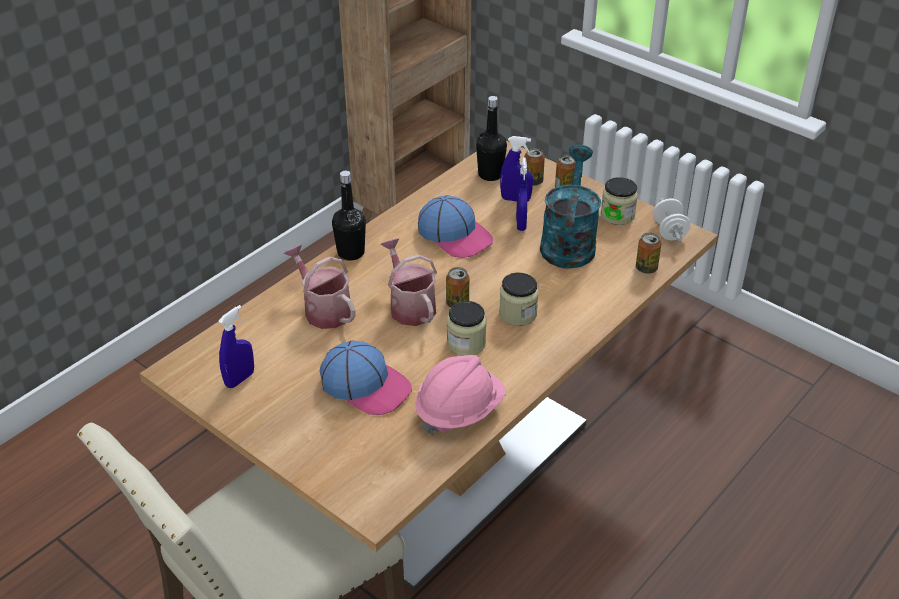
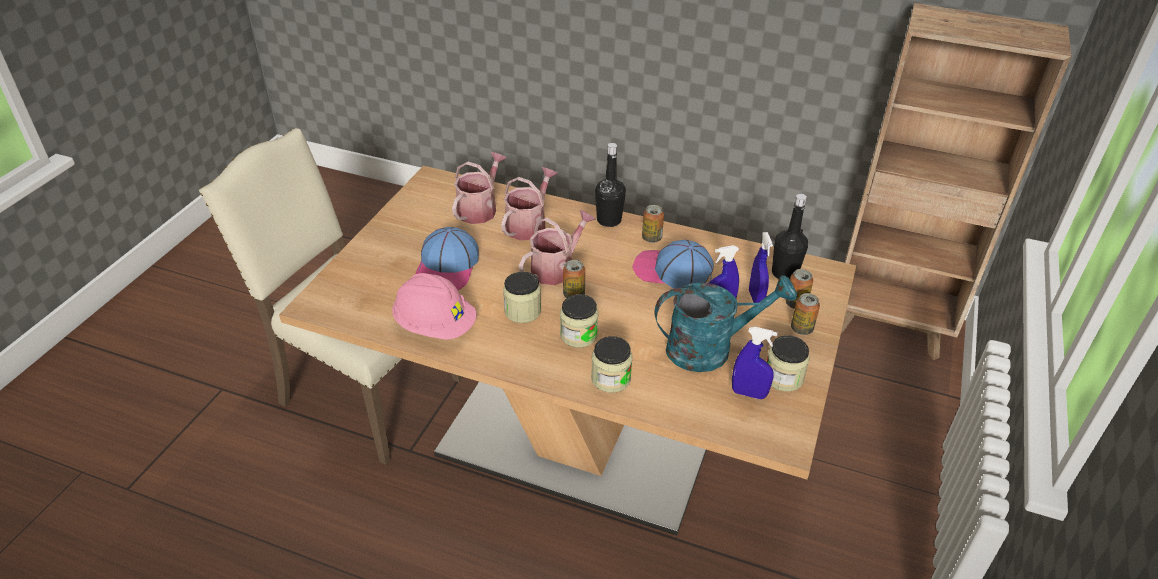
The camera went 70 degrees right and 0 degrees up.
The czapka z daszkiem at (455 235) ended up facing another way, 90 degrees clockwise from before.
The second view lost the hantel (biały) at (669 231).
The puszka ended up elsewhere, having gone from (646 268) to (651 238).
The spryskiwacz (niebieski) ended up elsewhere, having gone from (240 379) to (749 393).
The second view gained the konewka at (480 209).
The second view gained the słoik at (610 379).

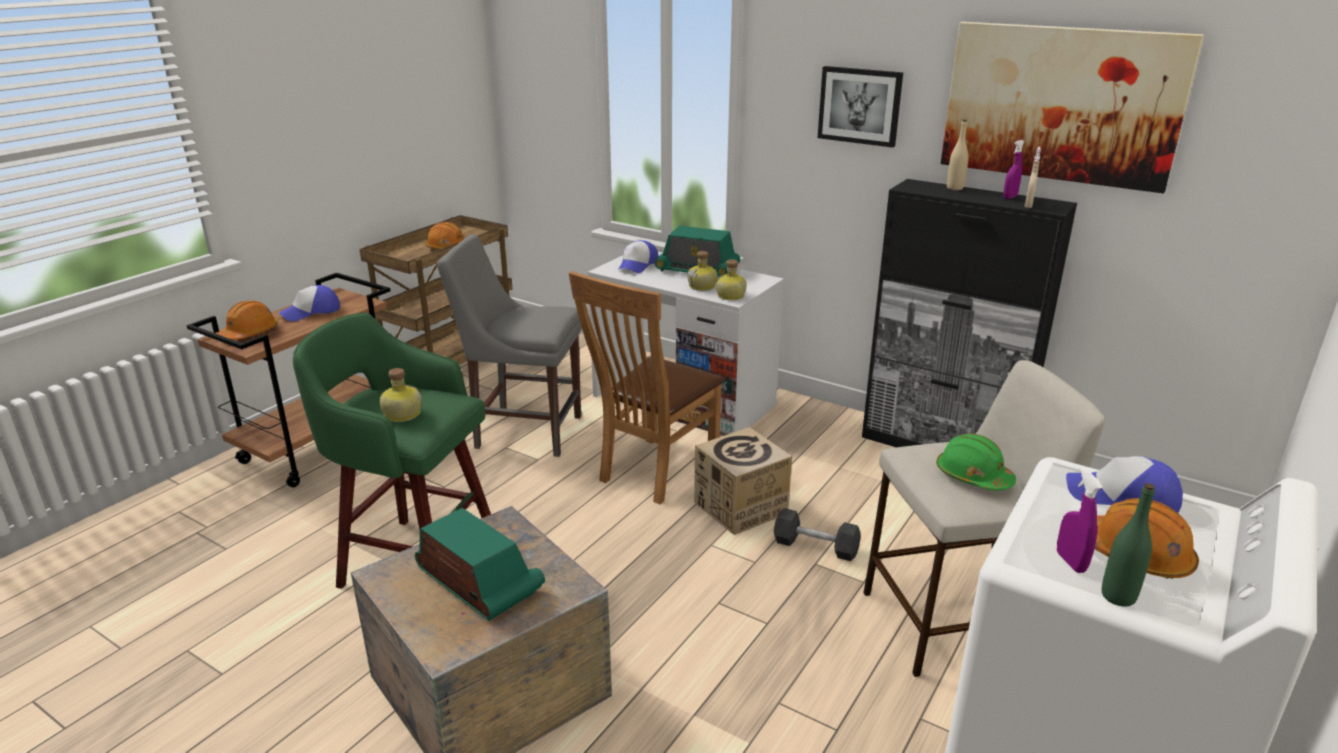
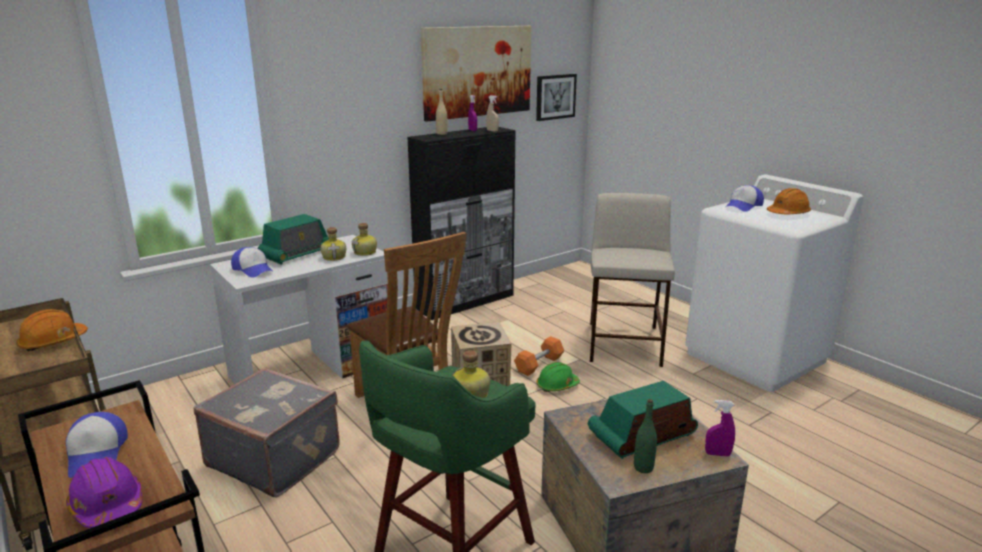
The camera went 70 degrees left and 5 degrees down.
The obraz ended up elsewhere, having gone from (860 105) to (555 97).
Where the krzesło (szary) stood at (523 431), the walizka (szary) came to stand at (275 457).
What was the kask (pomarańczowy) at (250 333) turned into the kask (fioletowy) at (107 506).
The kask (zielony) ended up elsewhere, having gone from (973 477) to (557 386).
The spryskiwacz (fioletowy) ended up elsewhere, having gone from (1070 562) to (717 454).
The butelka (zielony) ended up elsewhere, having gone from (1118 596) to (643 468).
What was the hantel (czarny) at (815 546) turned into the hantel (pomarańczowy) at (539 364).

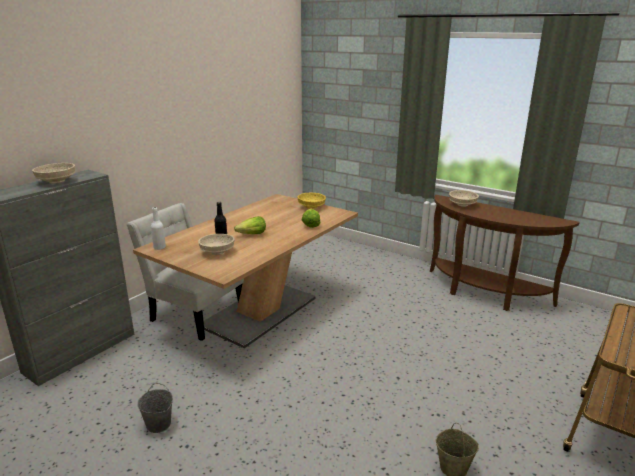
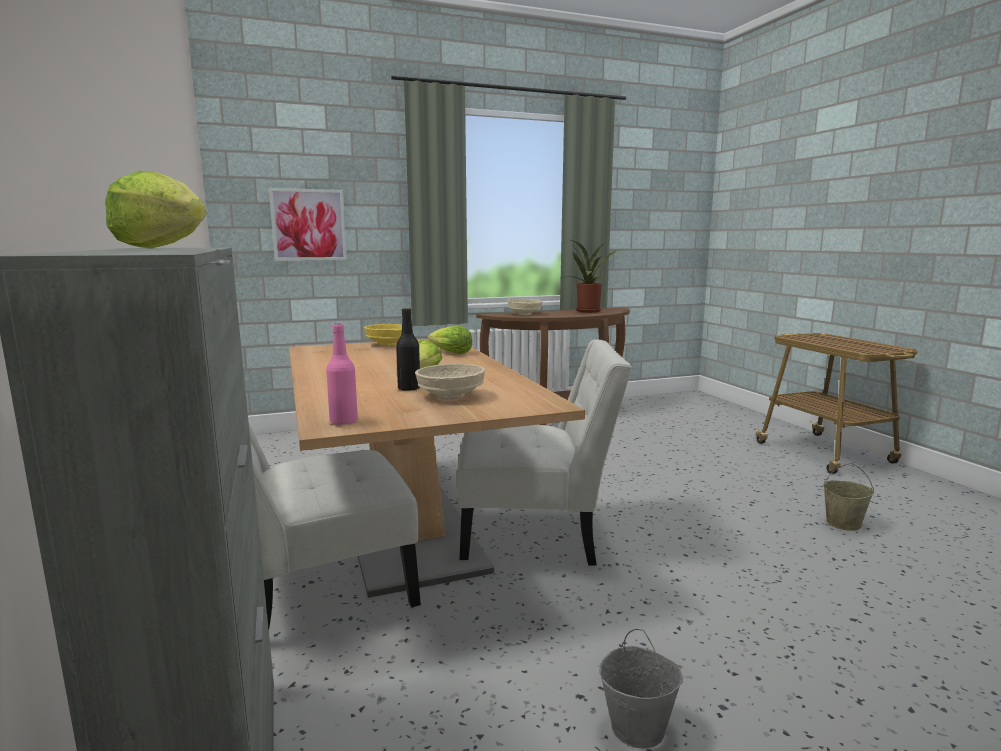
The camera went 55 degrees left and 10 degrees down.
Where the miska (beżowy) stood at (57 181), the sałata came to stand at (162 248).
What was the butelka (biały) at (159 247) turned into the butelka (różowy) at (343 421).
The second view gained the obraz at (308 225).
The second view gained the roślina doniczkowa at (589 311).
The second view gained the krzesło (biały) at (536 535).

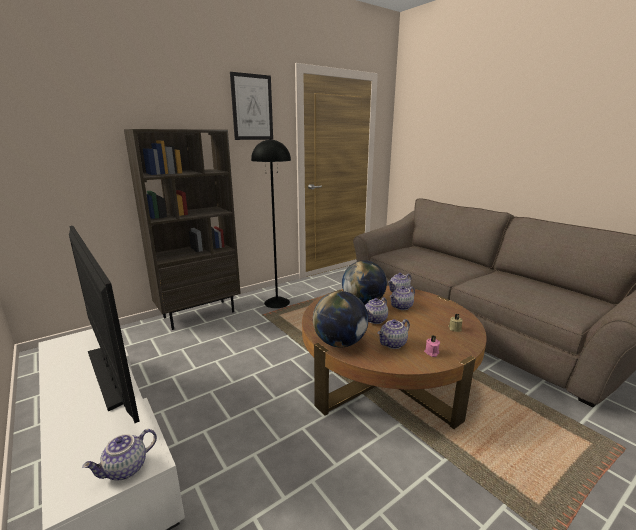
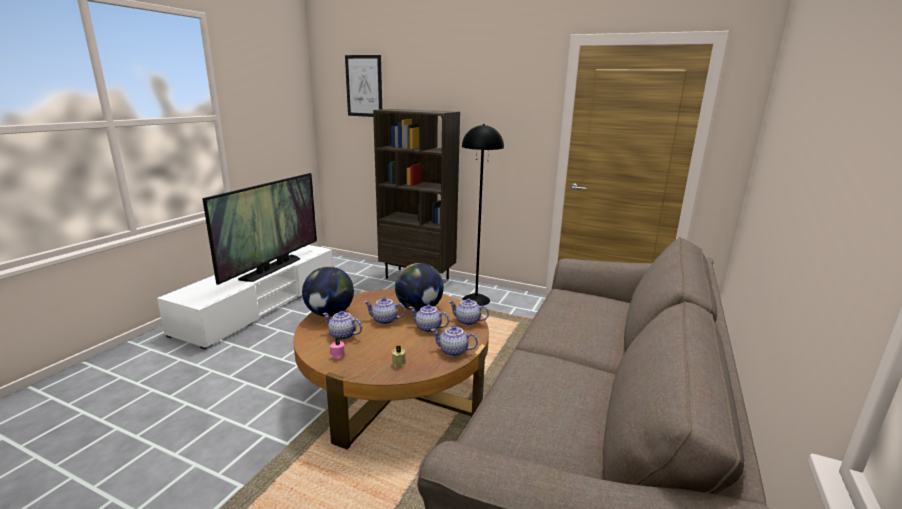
The camera went 60 degrees right and 0 degrees up.
The obraz ended up elsewhere, having gone from (252 107) to (364 86).
The imbryk ended up elsewhere, having gone from (126 469) to (453 351).

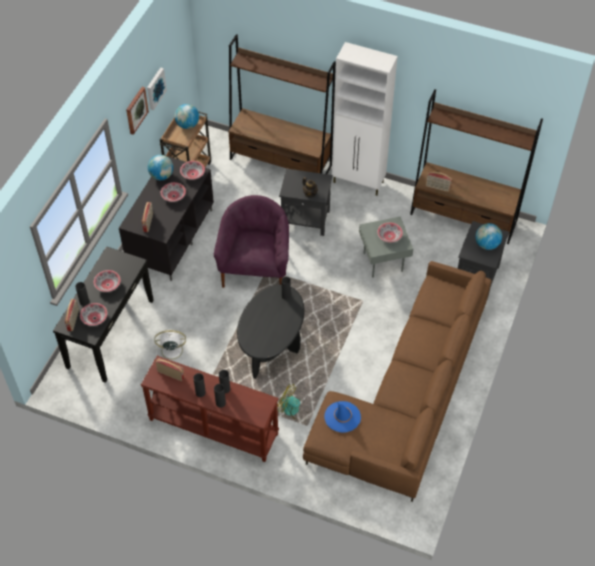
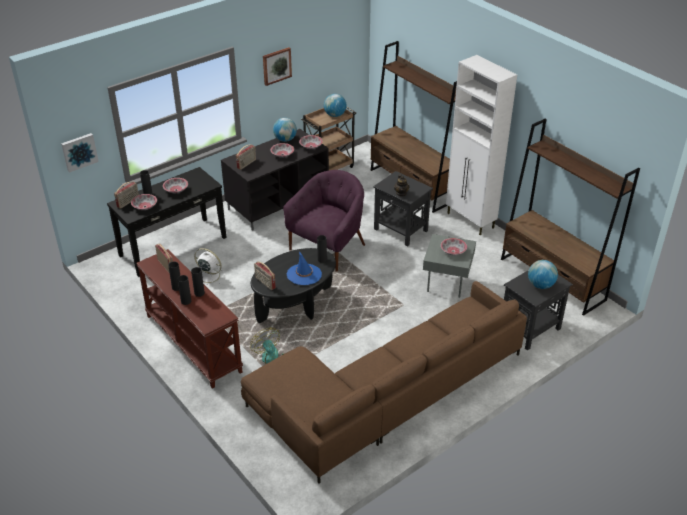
The camera went 30 degrees right and 15 degrees down.
The obraz ended up elsewhere, having gone from (155 88) to (79 152).
The radio ended up elsewhere, having gone from (437 187) to (265 283).
The kapelusz (niebieski) ended up elsewhere, having gone from (342 417) to (304 274).

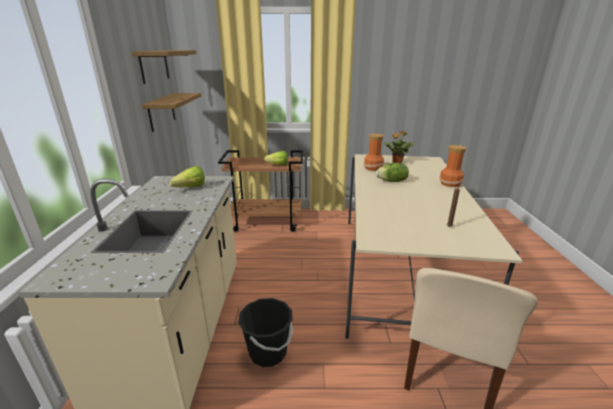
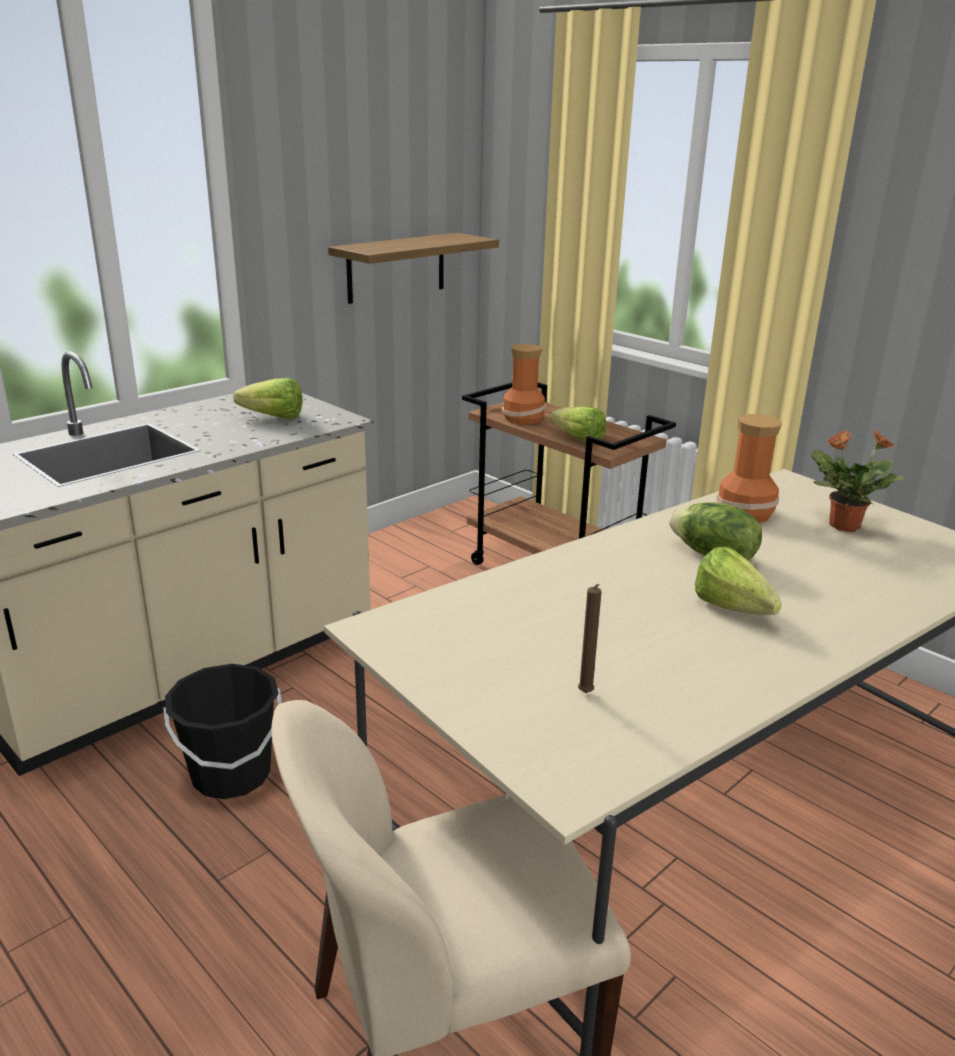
The camera went 45 degrees right and 0 degrees up.
The second view lost the półka at (154 66).
The wazon ended up elsewhere, having gone from (450 183) to (524 419).
The second view gained the sałata at (736 612).

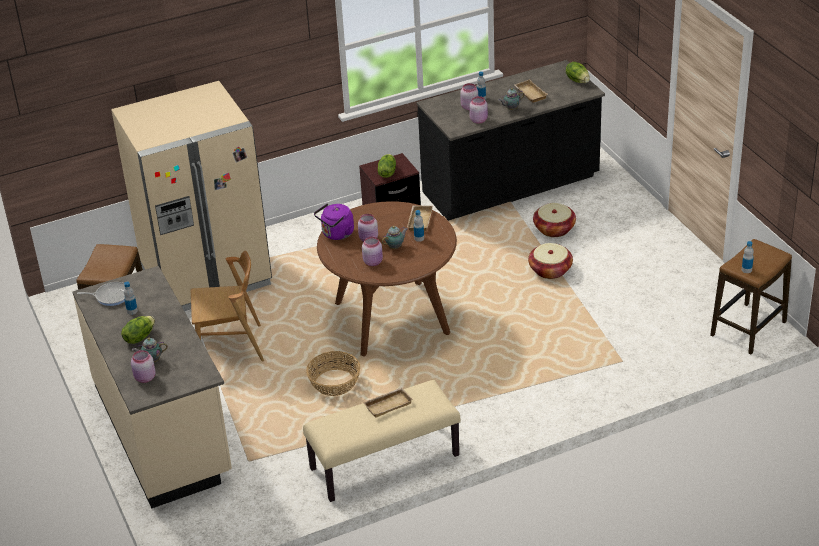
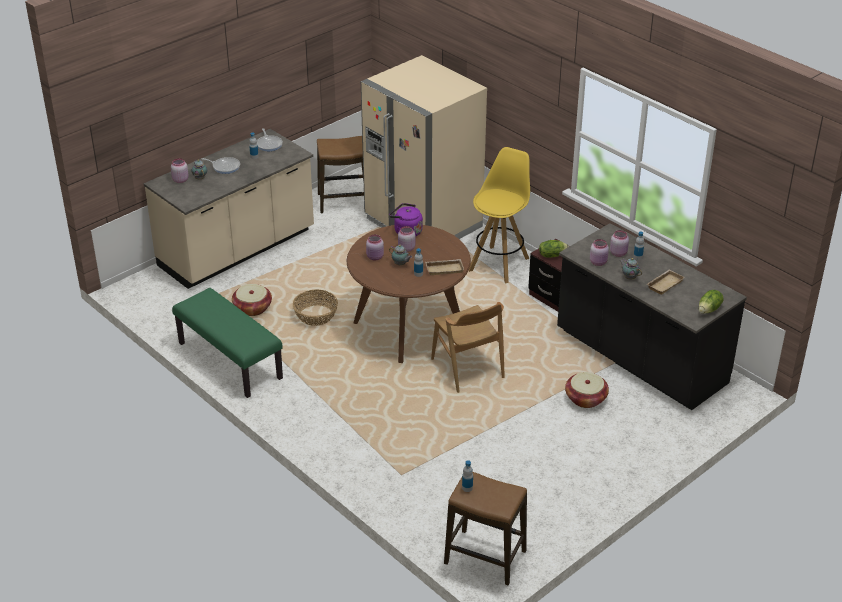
The camera went 70 degrees right and 0 degrees up.
The koszyk ended up elsewhere, having gone from (550 270) to (252 308).
The krzesło (brązowy) ended up elsewhere, having gone from (230 347) to (467 368).
Where the sałata stood at (139 337), the patelnia came to stand at (225 167).
What was the ławka (beżowy) at (384 463) turned into the ławka (zielony) at (229 361).
The second view lost the taca (beżowy) at (388 404).
The second view gained the stołek (żółty) at (499 264).

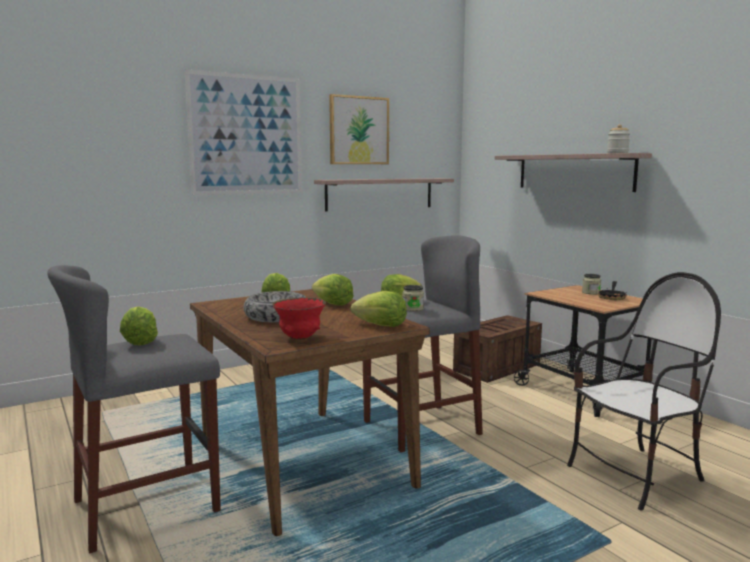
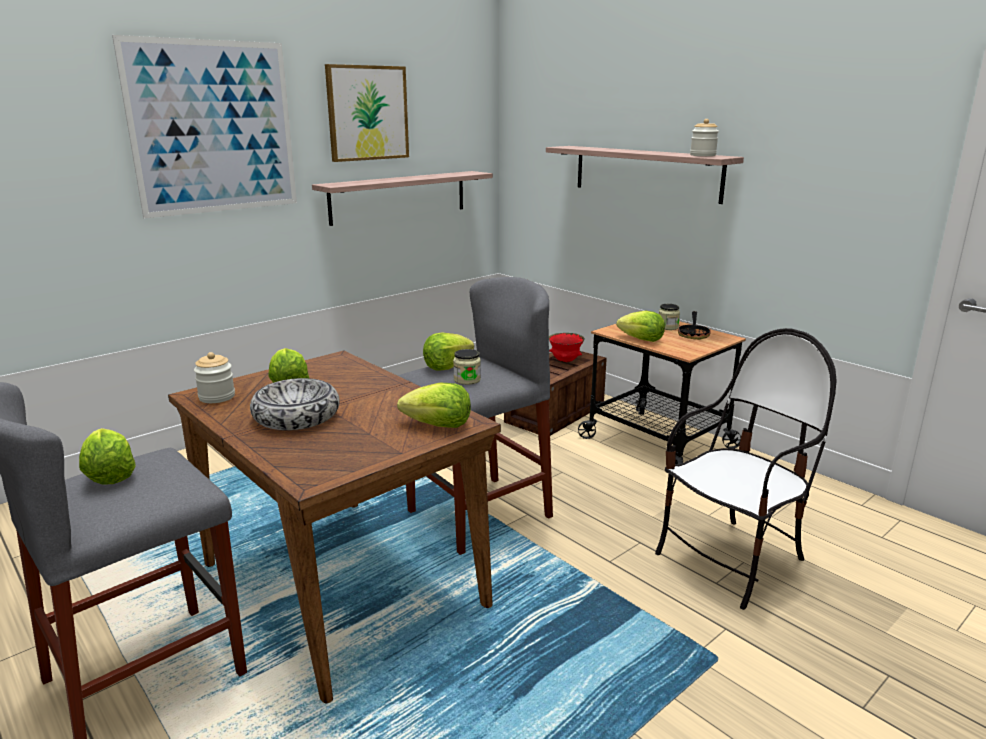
The camera went 10 degrees left and 10 degrees up.
The sałata ended up elsewhere, having gone from (332 304) to (641 339).
The miska (czerwony) ended up elsewhere, having gone from (300 338) to (565 361).
The second view gained the słoik at (217 397).

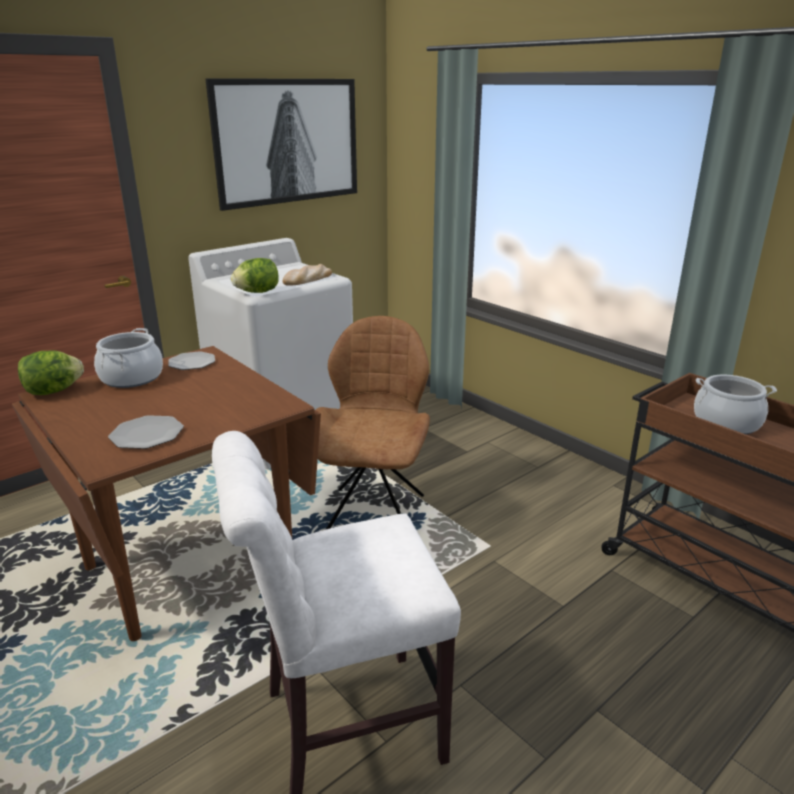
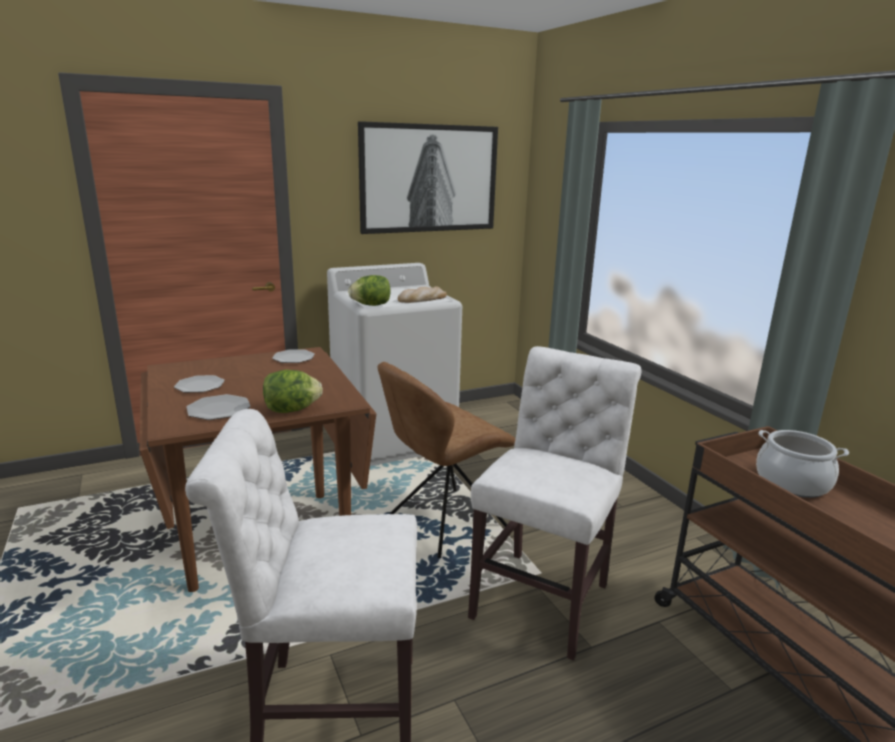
The camera went 15 degrees right and 5 degrees down.
The krzesło (brązowy) at (375 514) ended up facing another way, 150 degrees counterclockwise from before.
The second view lost the garnek at (132 378).
The sałata ended up elsewhere, having gone from (53 391) to (291 410).
The second view gained the krzesło (biały) at (544 597).
The second view gained the talerz at (199 386).

